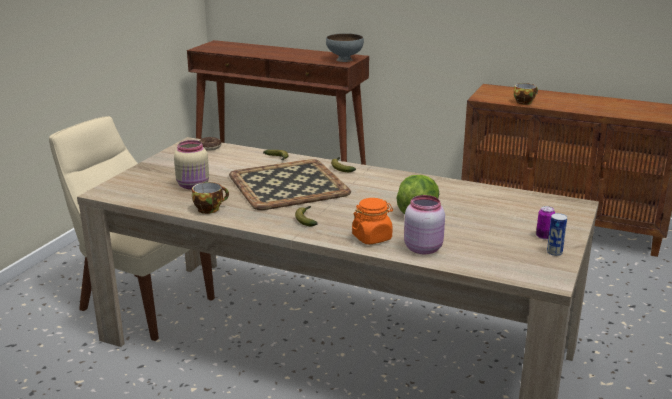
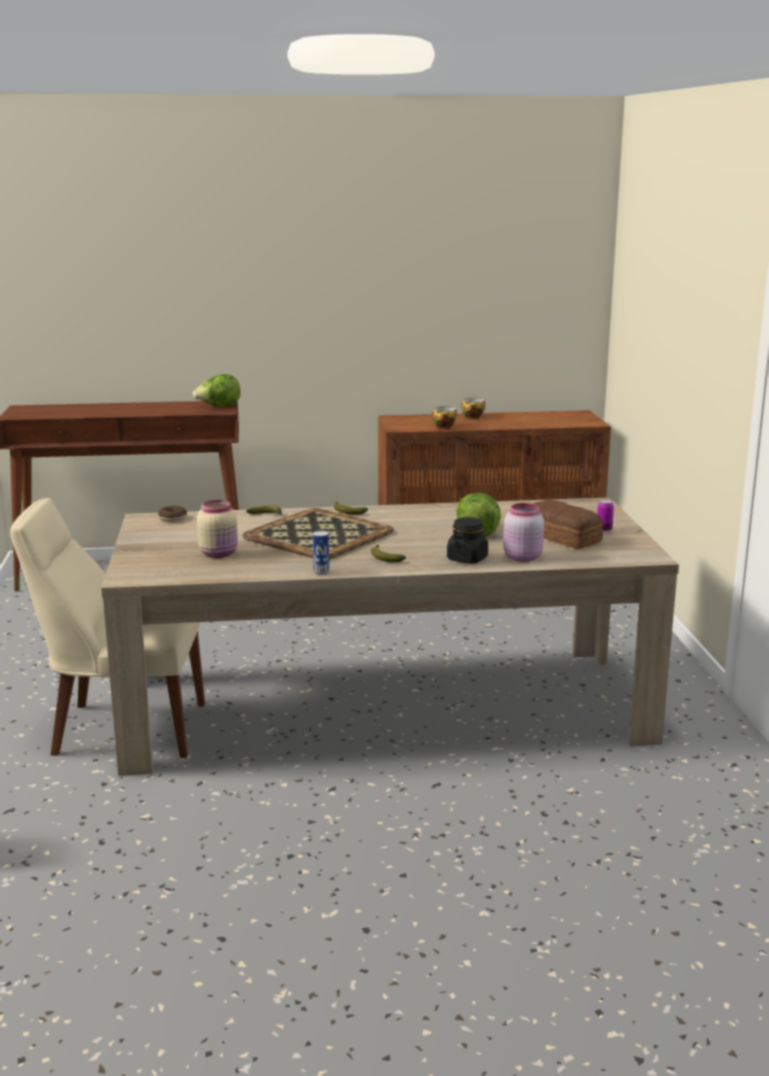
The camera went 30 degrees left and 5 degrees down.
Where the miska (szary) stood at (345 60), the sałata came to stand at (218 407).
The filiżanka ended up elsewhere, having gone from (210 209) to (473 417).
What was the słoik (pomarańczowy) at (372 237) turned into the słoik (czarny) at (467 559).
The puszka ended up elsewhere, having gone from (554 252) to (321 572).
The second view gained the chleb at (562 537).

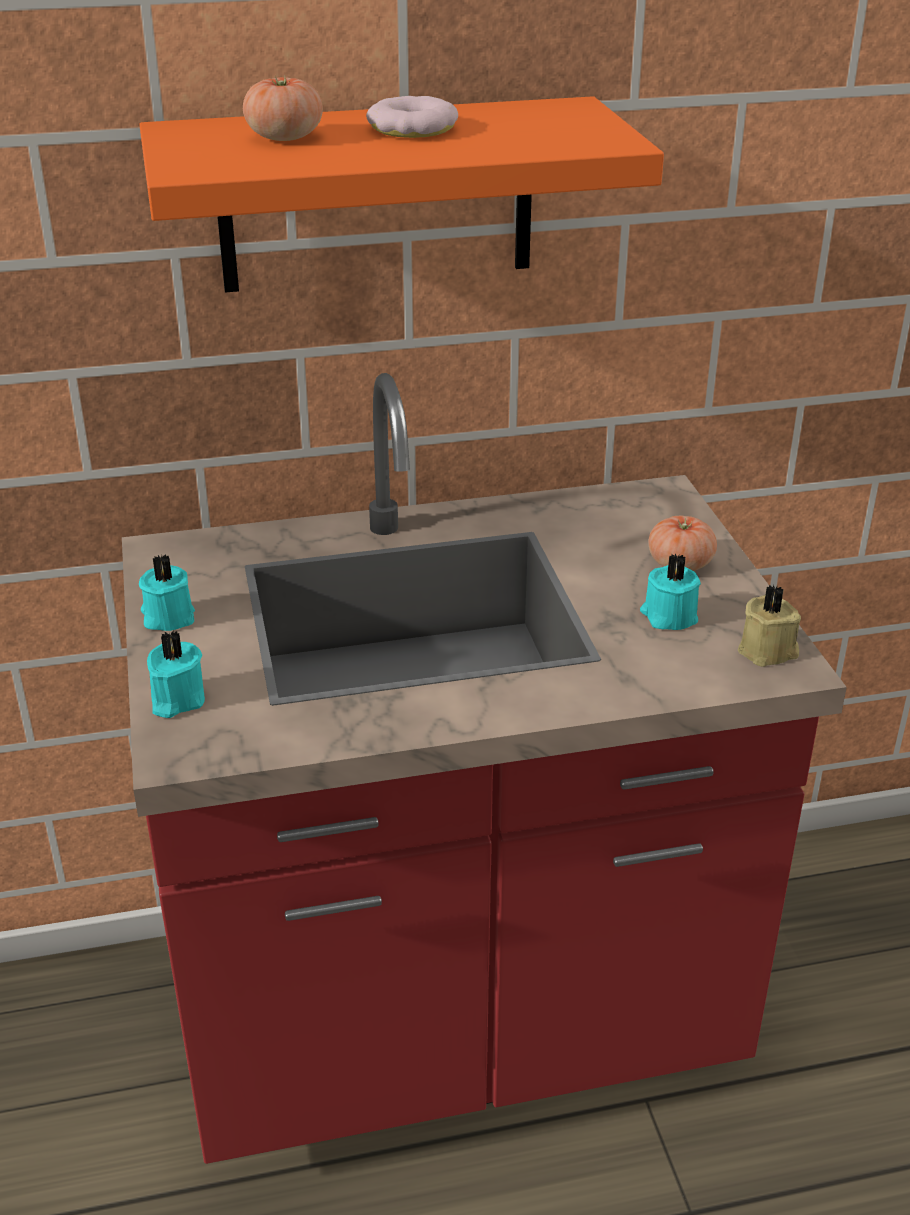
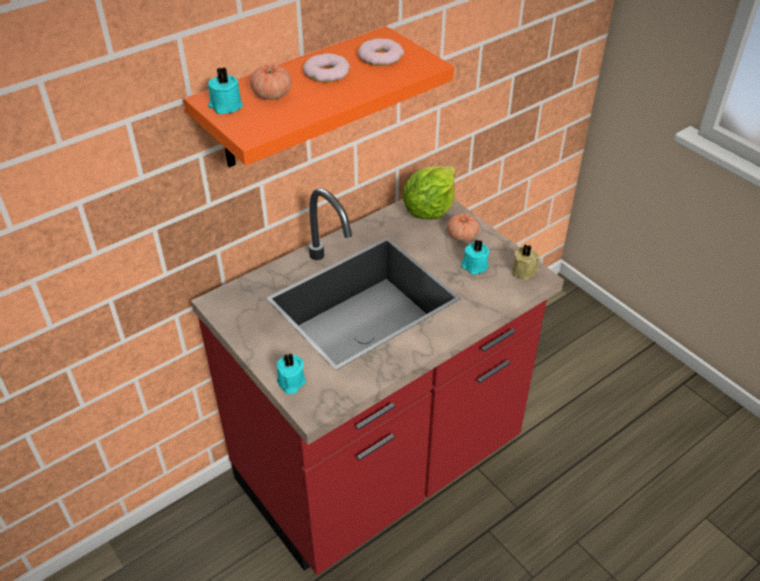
The camera went 25 degrees left and 10 degrees up.
The świeca (turkusowy) ended up elsewhere, having gone from (167 617) to (225 106).
The second view gained the donut at (380 57).
The second view gained the sałata at (429 209).

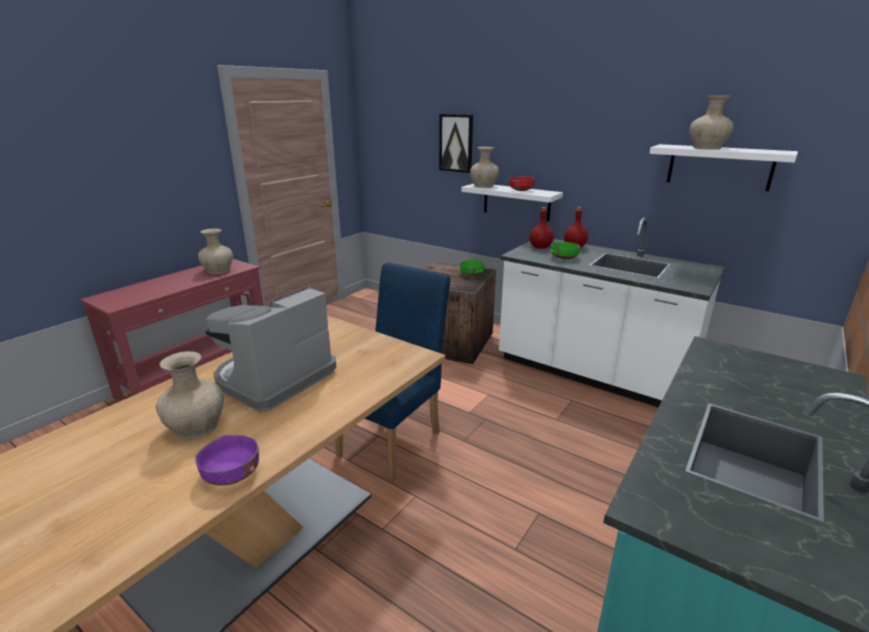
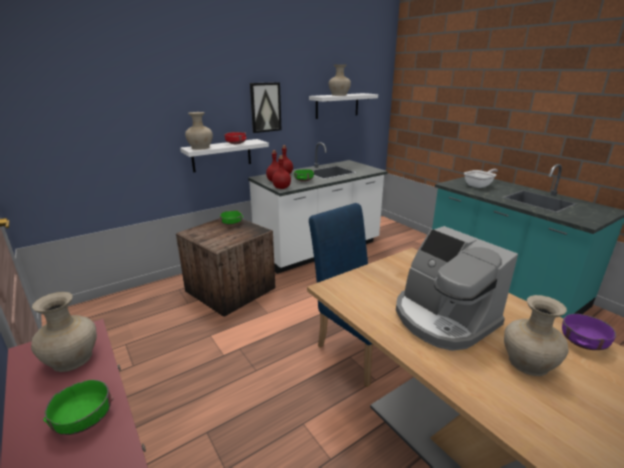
The camera went 70 degrees left and 0 degrees up.
The obraz ended up elsewhere, having gone from (456 143) to (265 107).
The second view gained the butelka (czerwony) at (282 188).
The second view gained the patelnia at (479 185).
The second view gained the miska (zielony) at (84 419).

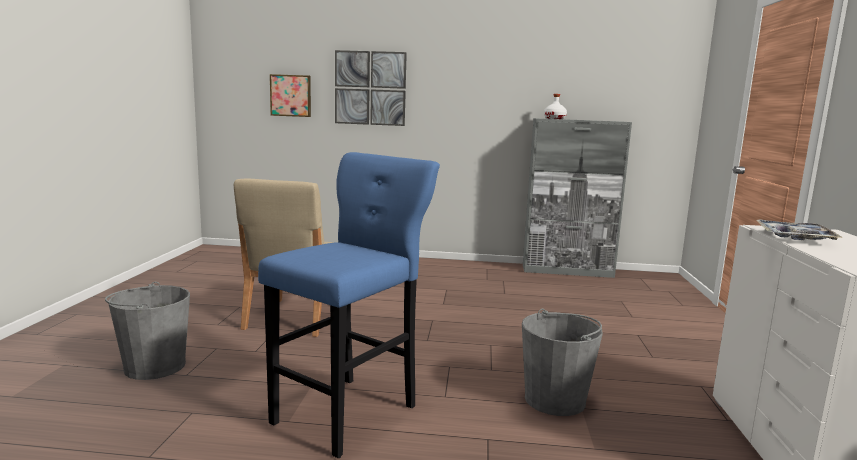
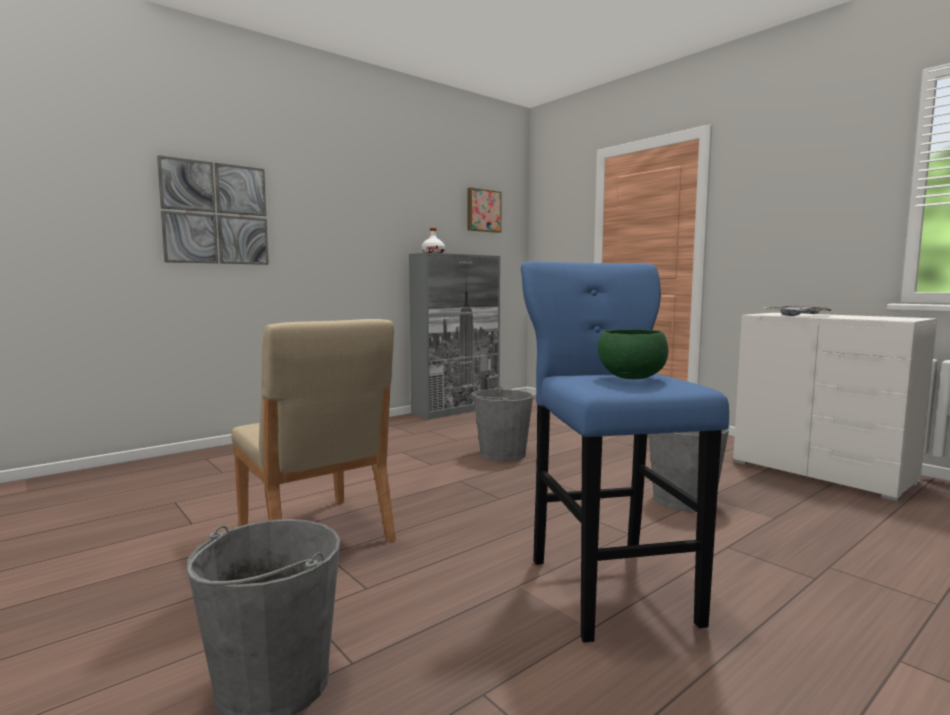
The camera went 45 degrees left and 5 degrees down.
The obraz ended up elsewhere, having gone from (291 95) to (483 211).
The second view gained the miska (zielony) at (632 378).
The second view gained the wiadro (szary) at (502 454).

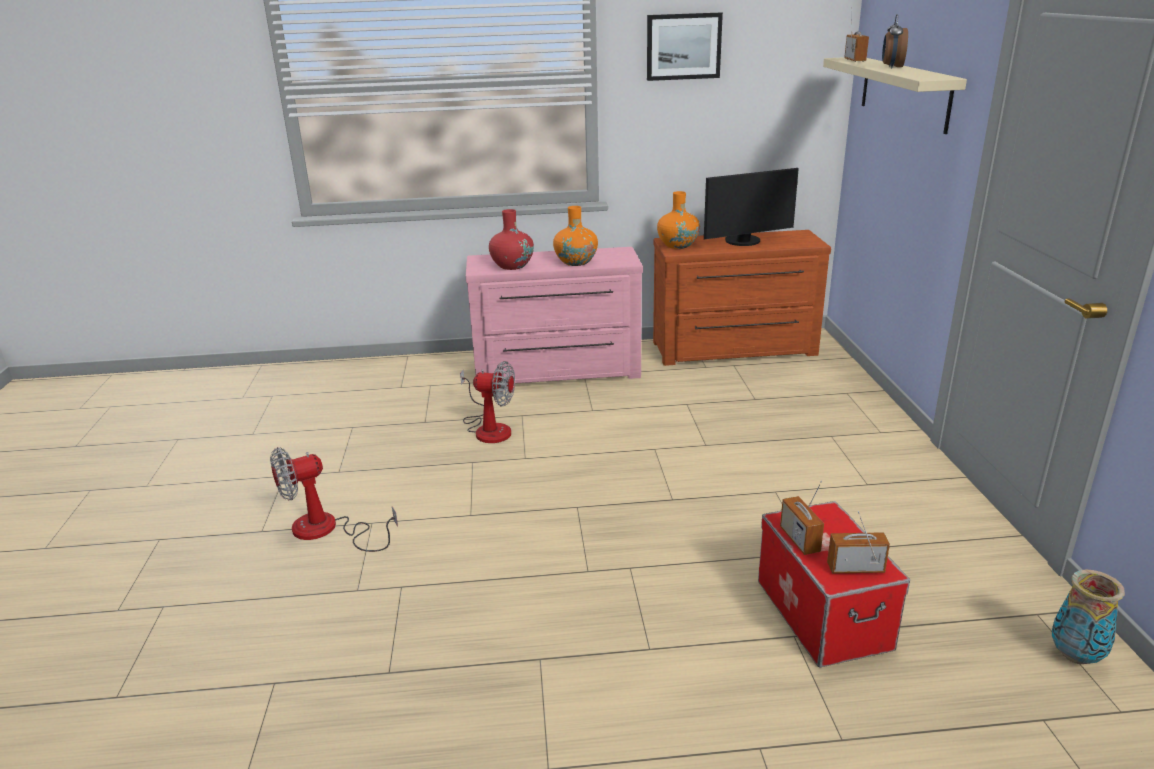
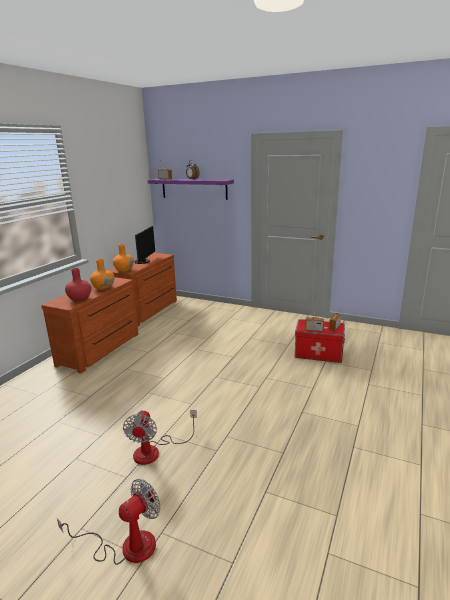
The camera went 60 degrees left and 5 degrees down.
The second view lost the obraz at (683 46).
What was the półka (beżowy) at (904 92) turned into the półka (fioletowy) at (194 188).
What was the komoda (różowy) at (557 372) turned into the komoda (brązowy) at (101 349).
The wentylator ended up elsewhere, having gone from (489 428) to (126 546).
The second view lost the wazon at (1075 657).

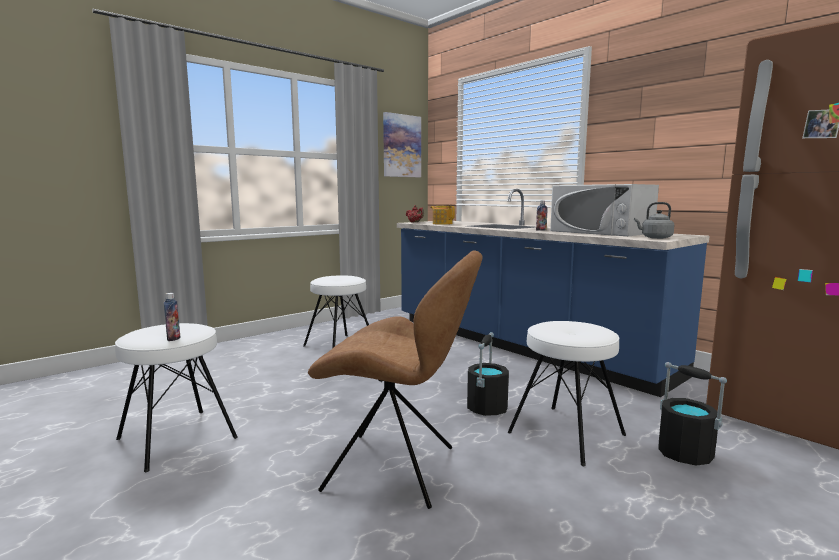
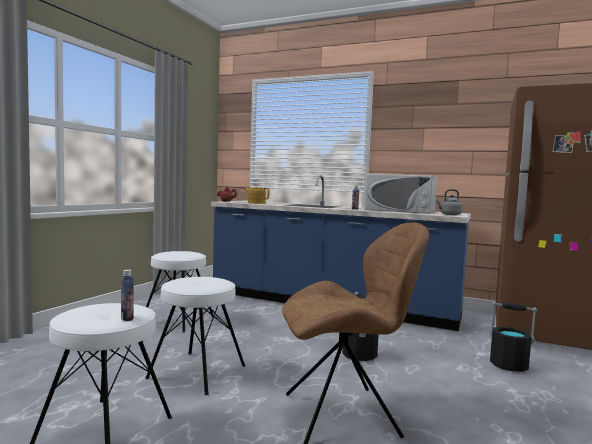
The camera went 25 degrees left and 5 degrees down.
The second view lost the obraz at (401 146).
The stołek (biały) ended up elsewhere, having gone from (566 434) to (197 372).

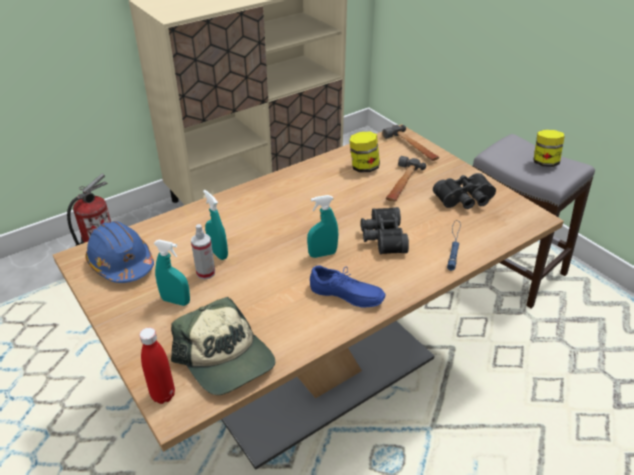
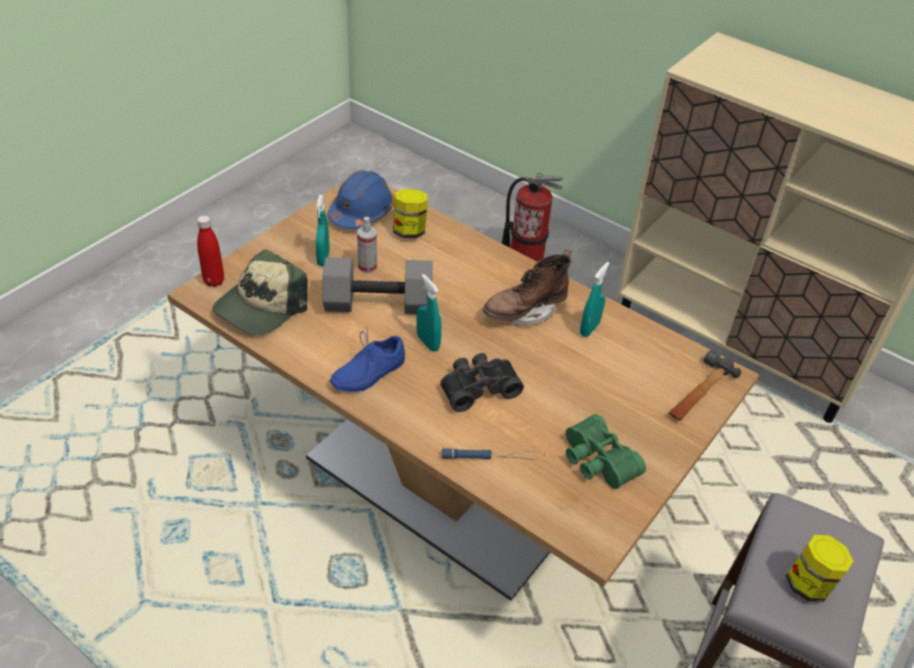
The camera went 70 degrees right and 5 degrees up.
The słoik ended up elsewhere, having gone from (363 167) to (409 231).
The second view lost the młotek at (401 184).
What was the lornetka (czarny) at (465 200) turned into the lornetka (zielony) at (596 462).
The spryskiwacz (turkusowy) ended up elsewhere, having gone from (218 253) to (589 328).
The but (niebieski) at (345 296) ended up facing another way, 45 degrees clockwise from before.
The second view gained the but z cholewką (brązowy) at (524 312).
The second view gained the hantel (szary) at (379 302).

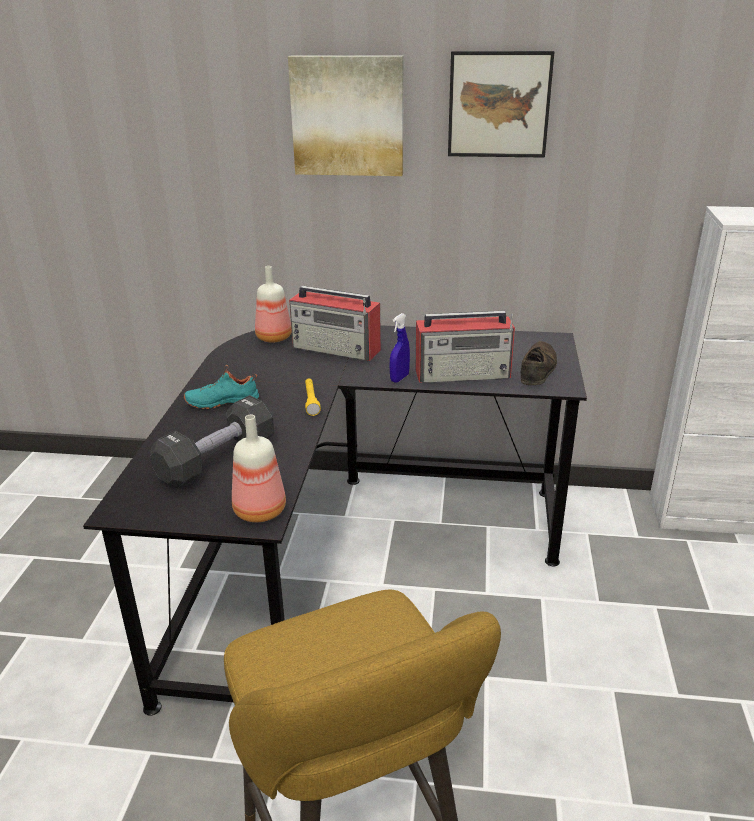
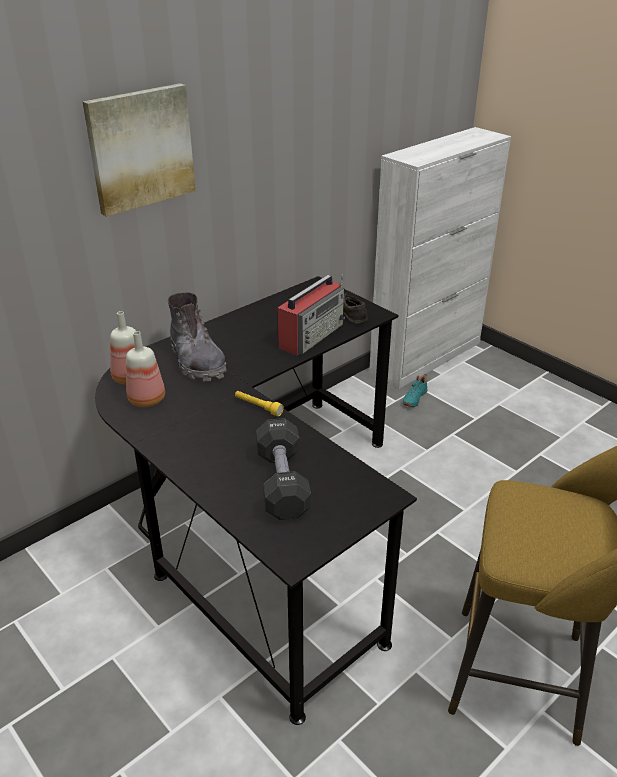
The camera went 50 degrees left and 5 degrees up.
The second view lost the obraz at (499 105).
Where the radio stood at (337 349), the but z cholewką (szary) came to stand at (197 361).
The second view lost the spryskiwacz (niebieski) at (399 378).
The but (turkusowy) ended up elsewhere, having gone from (222 401) to (414 398).
The butelka ended up elsewhere, having gone from (261 512) to (148 399).

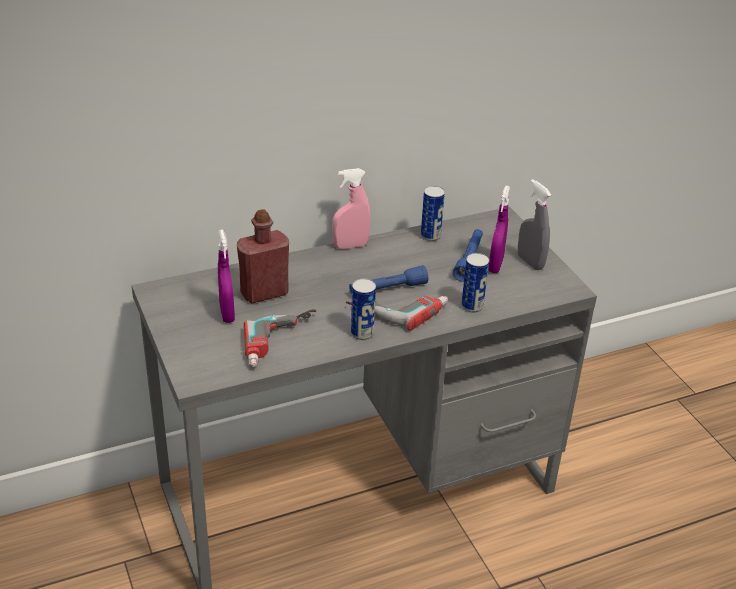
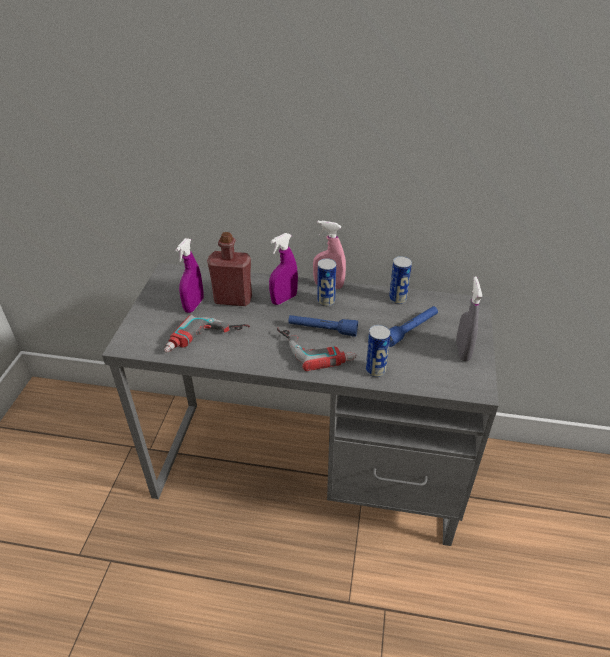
The camera went 35 degrees right and 5 degrees up.
The spryskiwacz (fioletowy) ended up elsewhere, having gone from (495 265) to (284 299).
The puszka ended up elsewhere, having gone from (362 333) to (326 301).

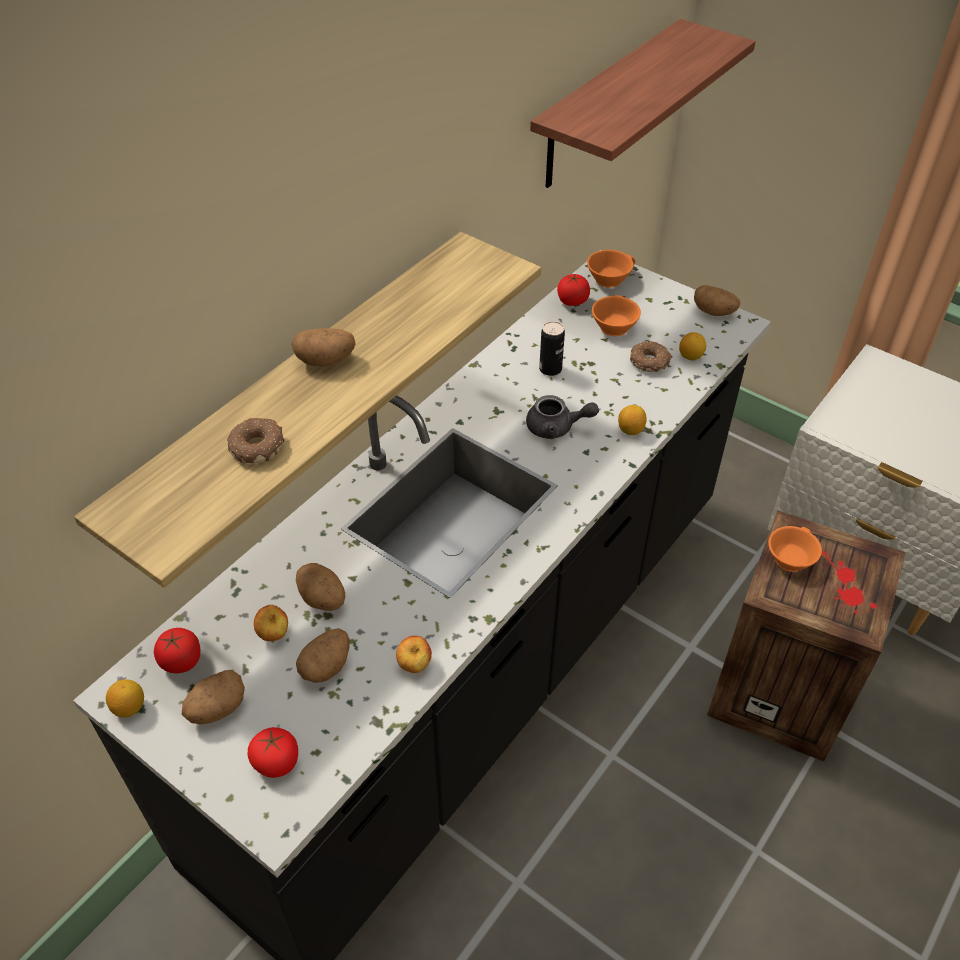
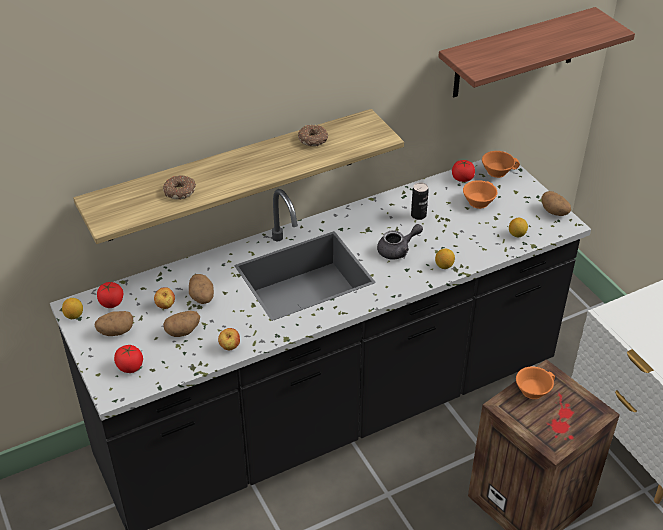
The camera went 25 degrees right and 5 degrees down.
The second view lost the ziemniak at (326 360).
The donut ended up elsewhere, having gone from (650 362) to (313 140).
The imbryk (szary) at (556 428) ended up facing another way, 60 degrees counterclockwise from before.

